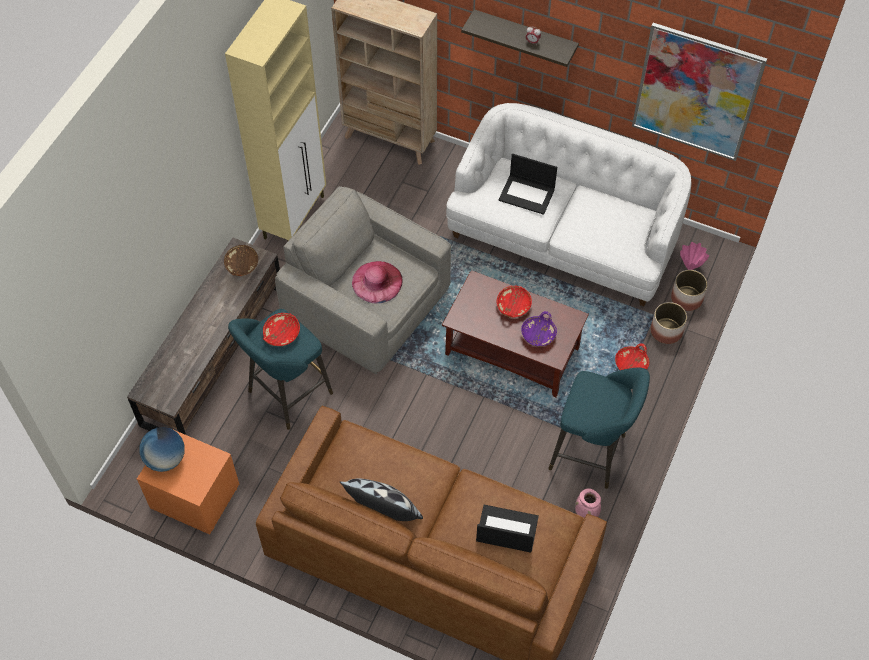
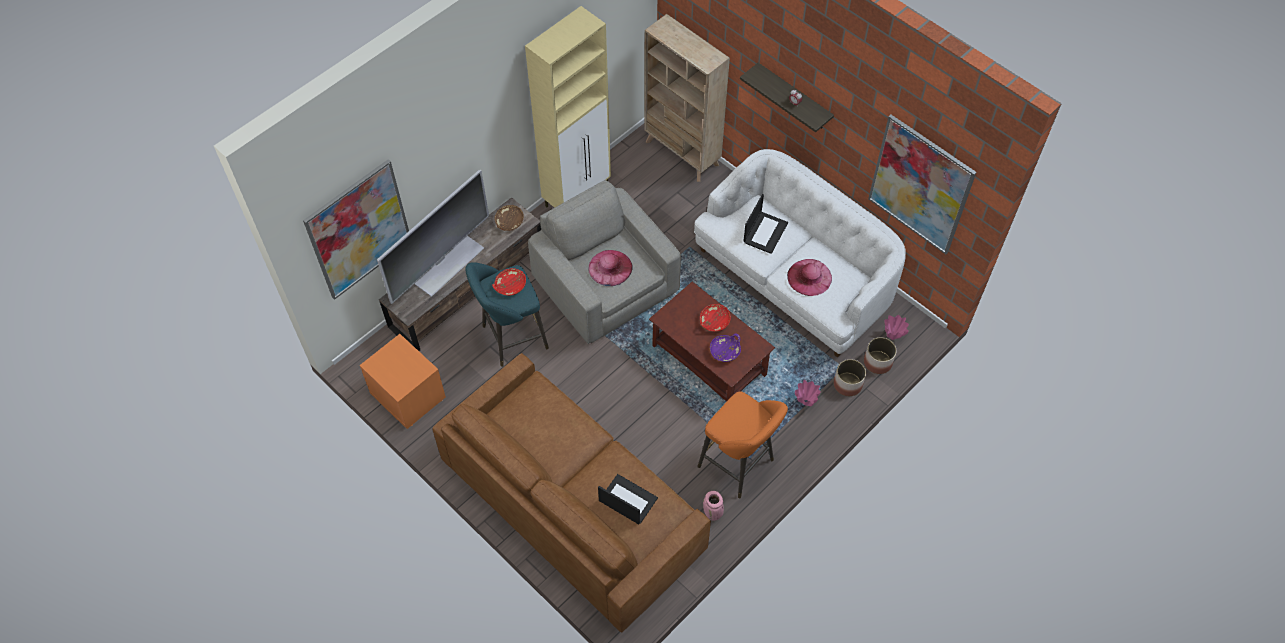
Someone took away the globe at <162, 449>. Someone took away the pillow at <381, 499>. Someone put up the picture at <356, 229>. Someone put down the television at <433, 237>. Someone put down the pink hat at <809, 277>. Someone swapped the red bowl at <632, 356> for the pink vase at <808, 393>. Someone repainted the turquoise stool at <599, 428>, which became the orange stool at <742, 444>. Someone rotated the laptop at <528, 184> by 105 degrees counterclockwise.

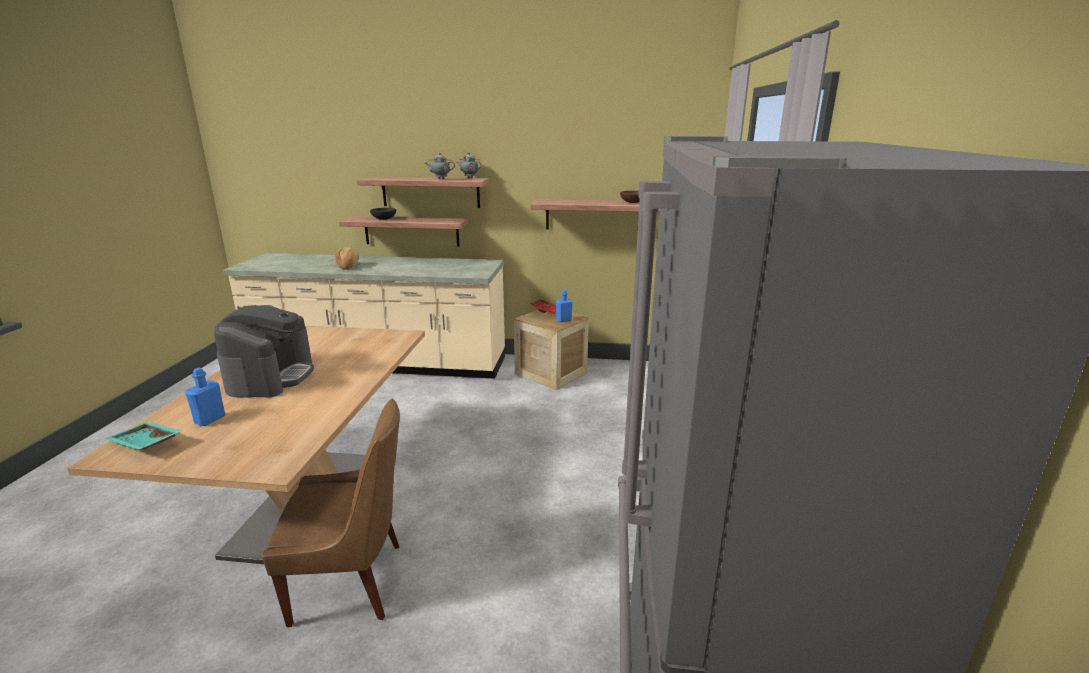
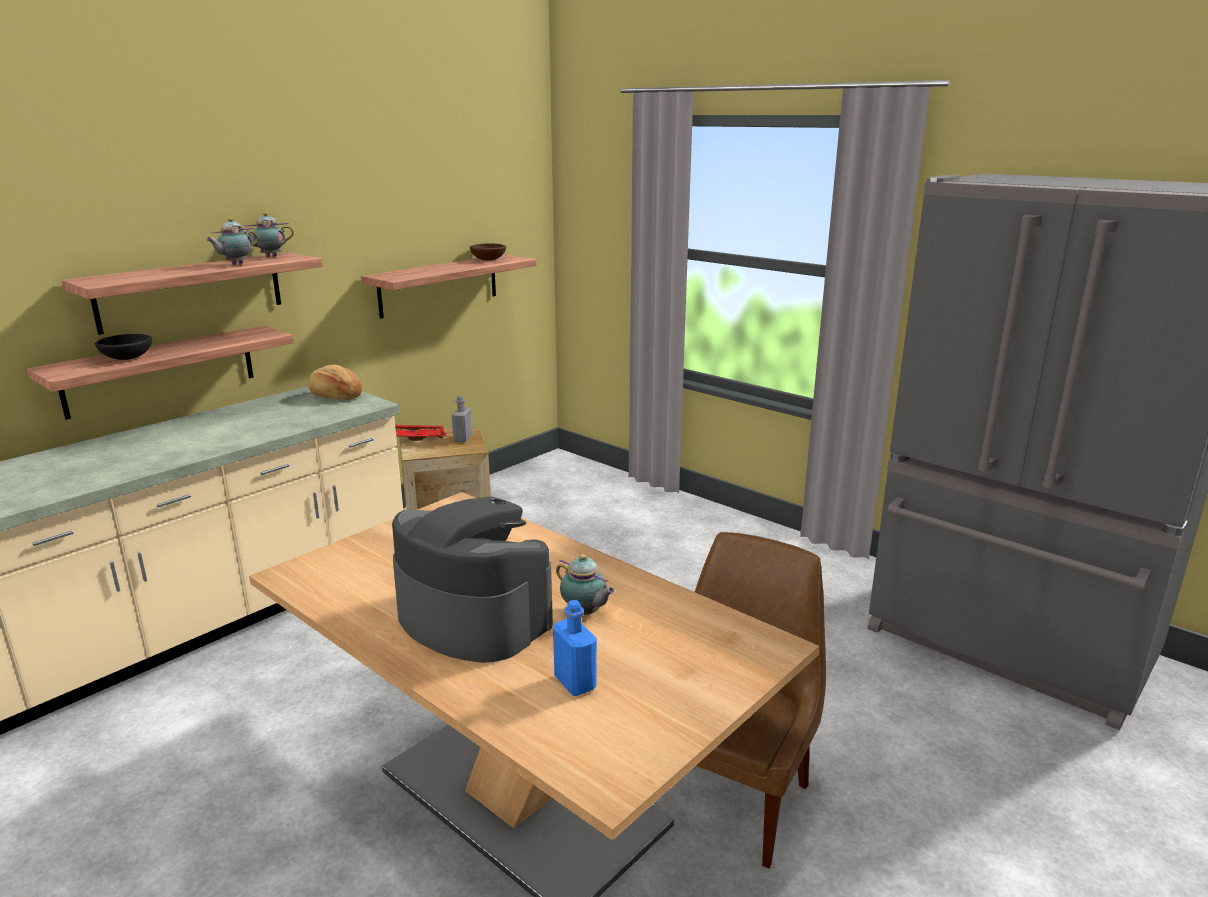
Someone took away the turquoise tray at <143, 436>. Someone put down the teapot at <585, 584>. Someone carried the bread from <346, 259> to <335, 382>. Someone repainted the blue bottle at <564, 306>, which became the grey bottle at <461, 419>.

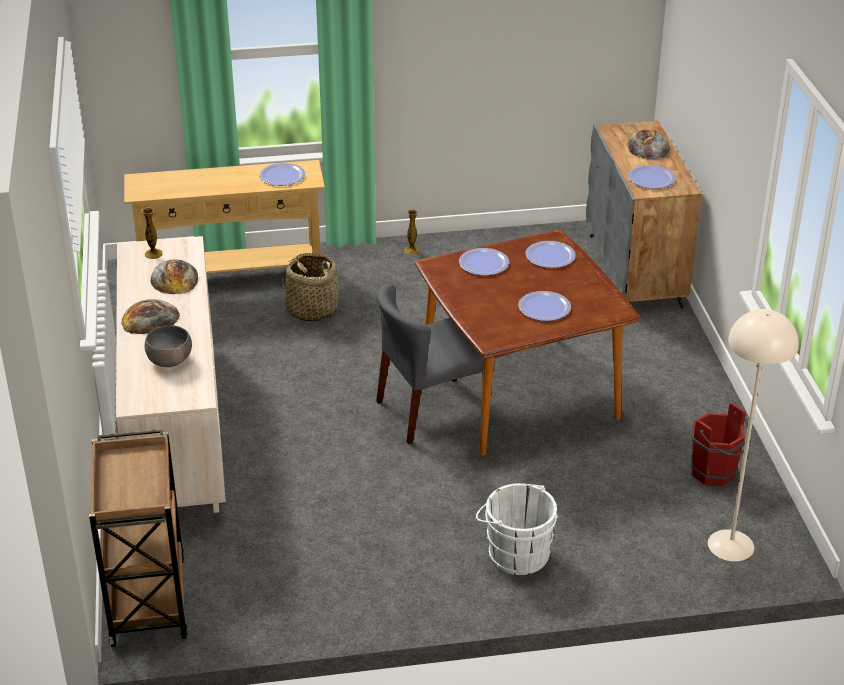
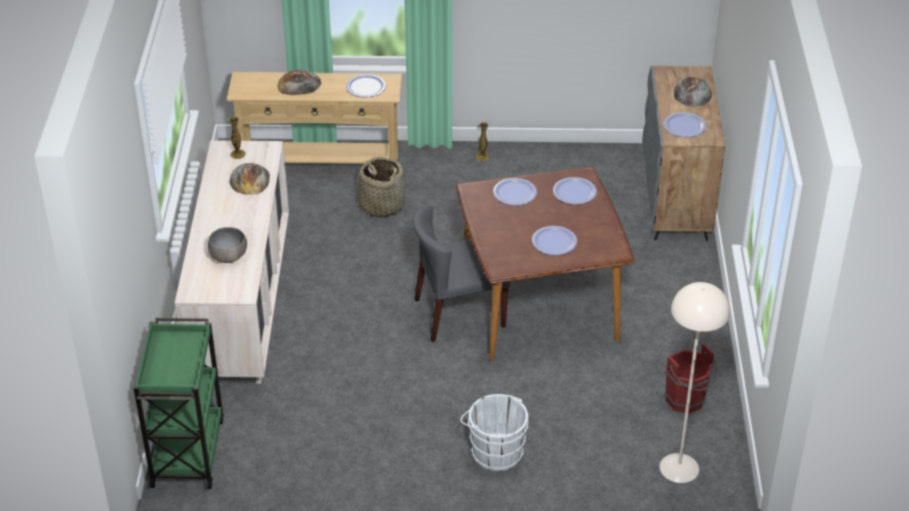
Someone carried the bread from <150, 316> to <299, 82>. Someone repainted the brown cart at <138, 538>, which became the green cart at <179, 403>.

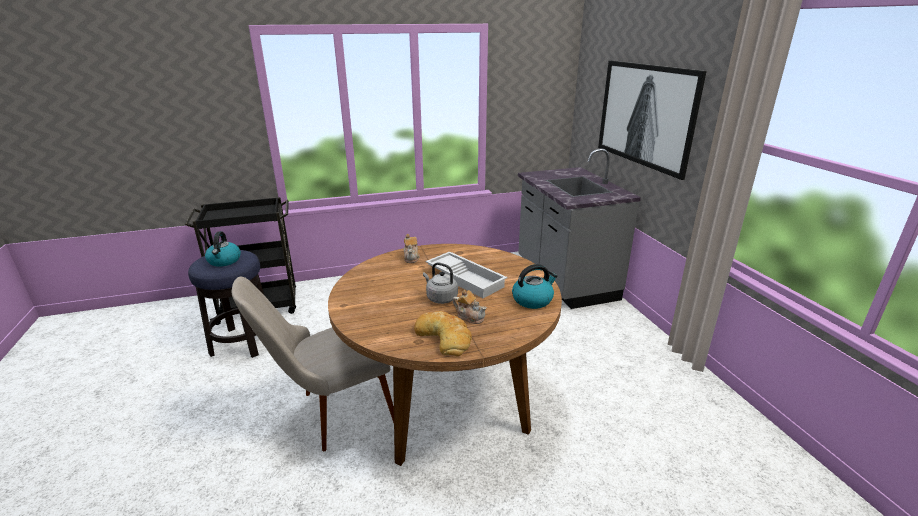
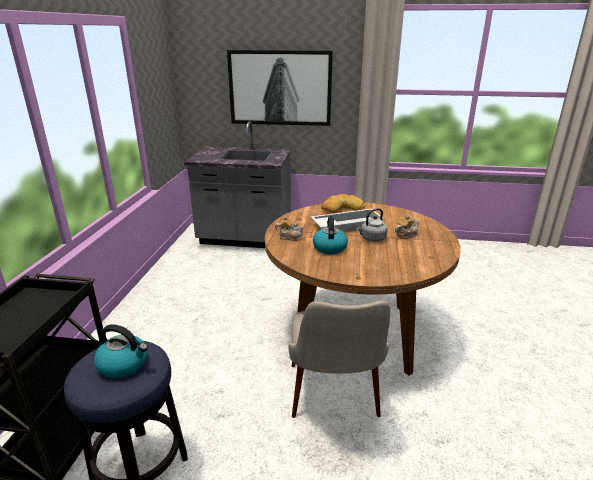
Someone carried the bread from <443, 333> to <343, 203>. Someone carried the kettle from <535, 286> to <330, 235>.

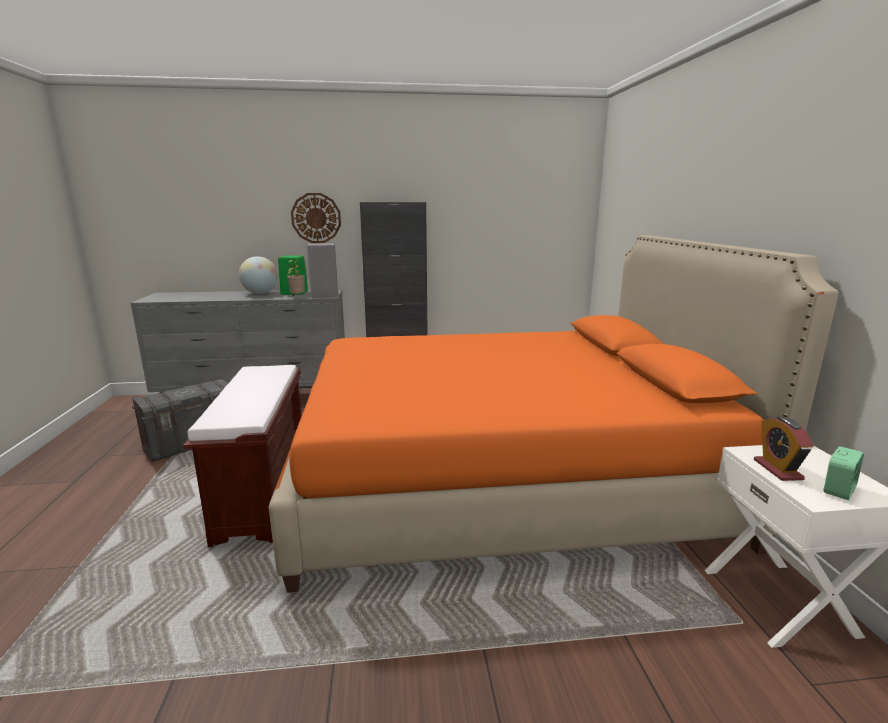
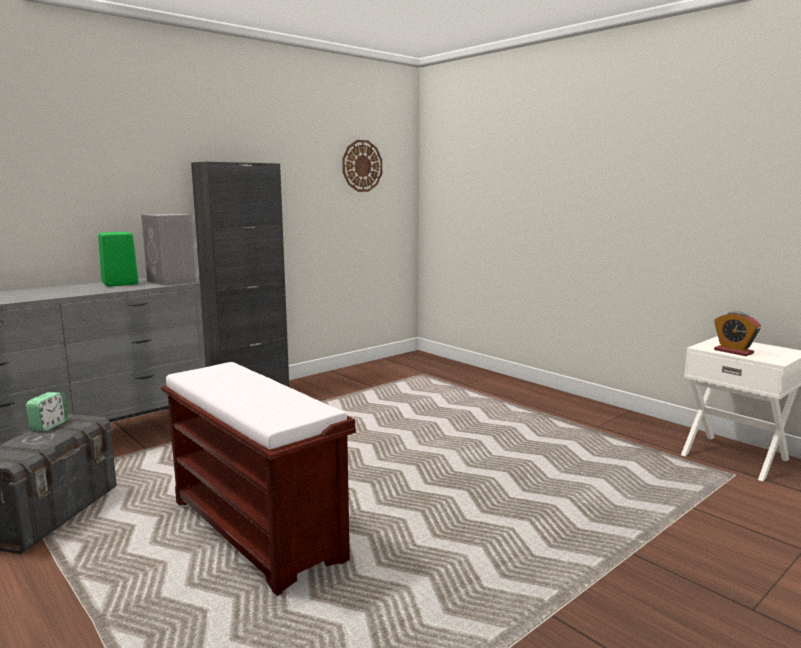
Someone took away the globe at <258, 275>. Someone took away the orange bed at <554, 414>. Someone took away the potted plant at <296, 277>. Someone carried the wall clock from <316, 218> to <362, 166>. Someone carried the alarm clock from <843, 473> to <47, 411>.

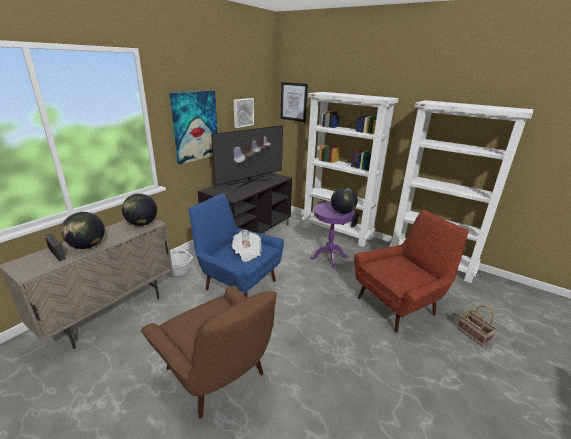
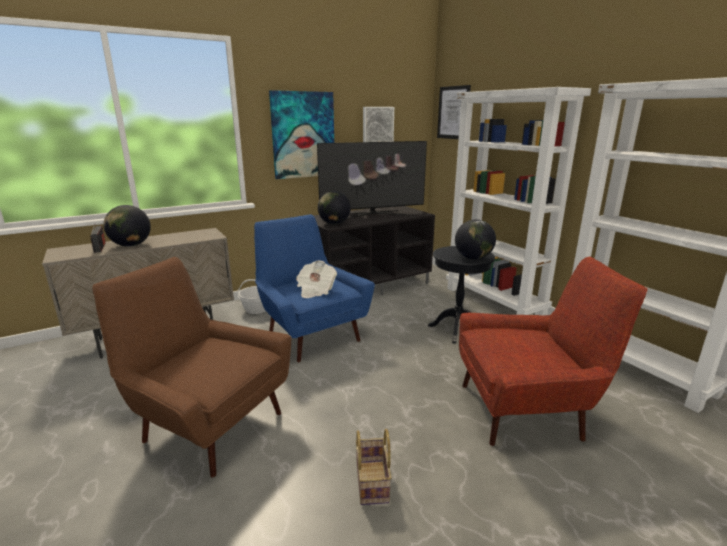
Someone carried the globe from <139, 209> to <334, 207>. Someone carried the basket from <477, 326> to <374, 467>. Someone repainted the purple side table at <332, 235>, which became the black side table at <461, 295>. Someone rotated the brown armchair at <209, 352> by 135 degrees clockwise.

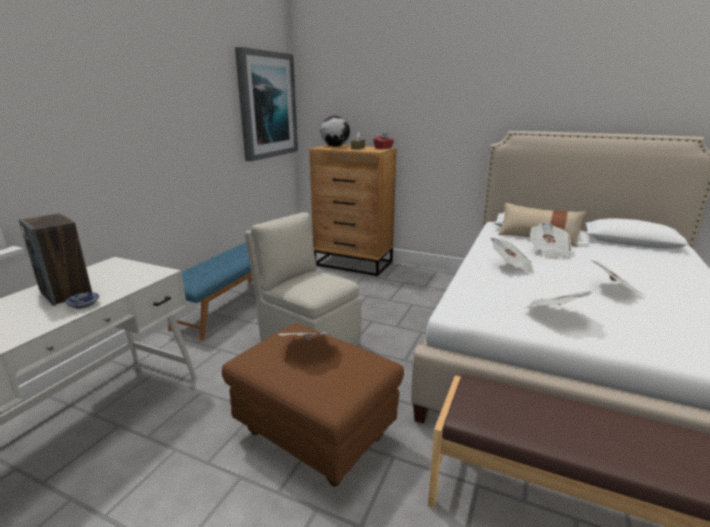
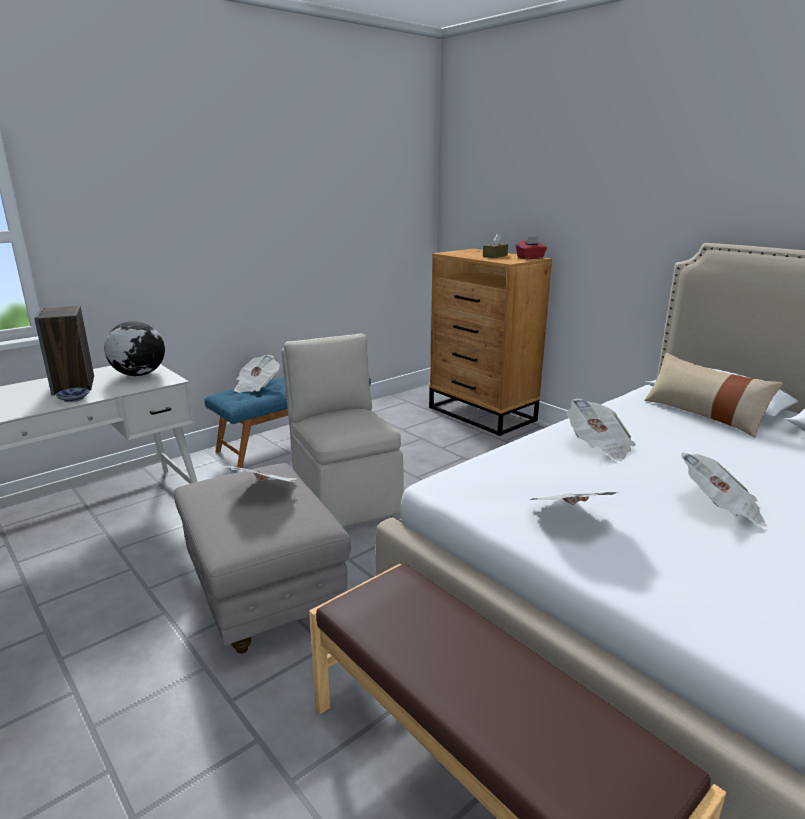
Someone took away the picture at <266, 104>. Someone carried the globe from <335, 131> to <134, 348>. Someone carried the newspaper from <550, 240> to <257, 373>. Someone repainted the brown ottoman at <313, 405>, which became the grey ottoman at <262, 558>.

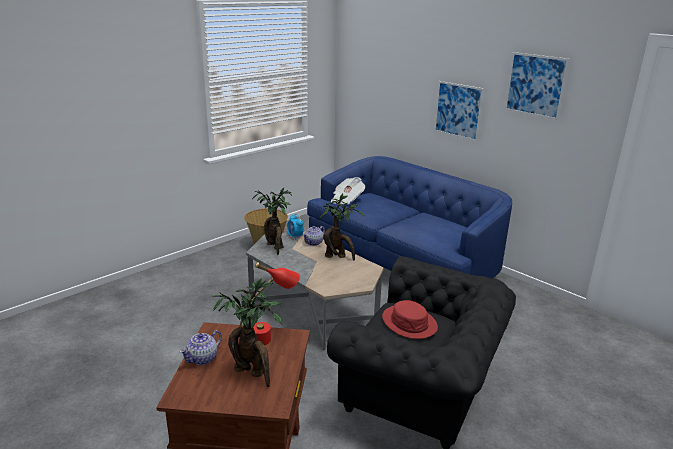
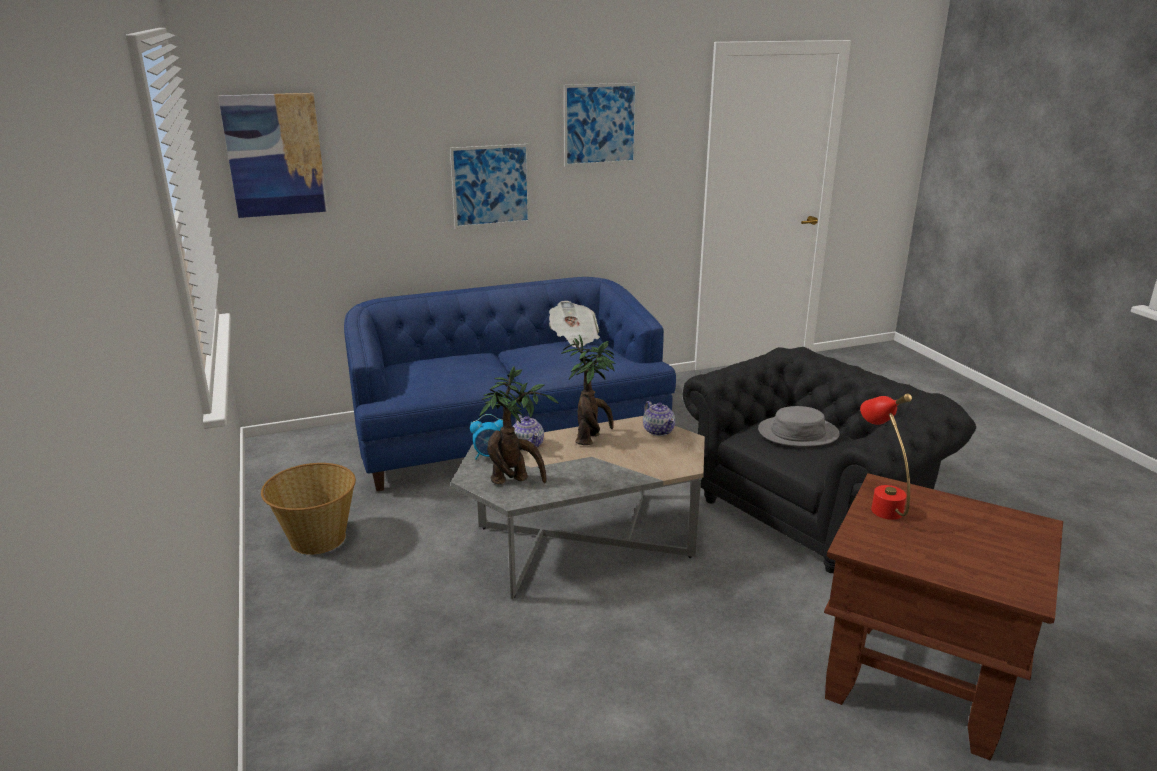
Someone took away the potted plant at <247, 332>. Someone put up the picture at <273, 155>. Someone carried the teapot from <200, 347> to <659, 418>. Someone carried the newspaper from <348, 190> to <574, 324>. Someone repainted the red hat at <410, 319>, which became the grey hat at <799, 426>.

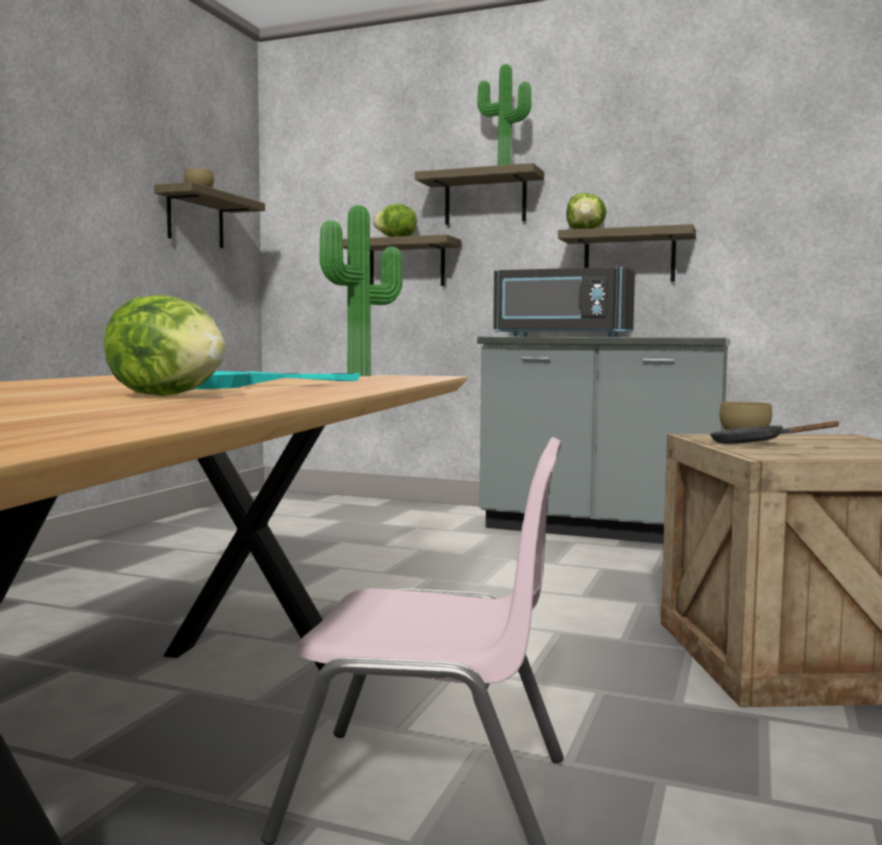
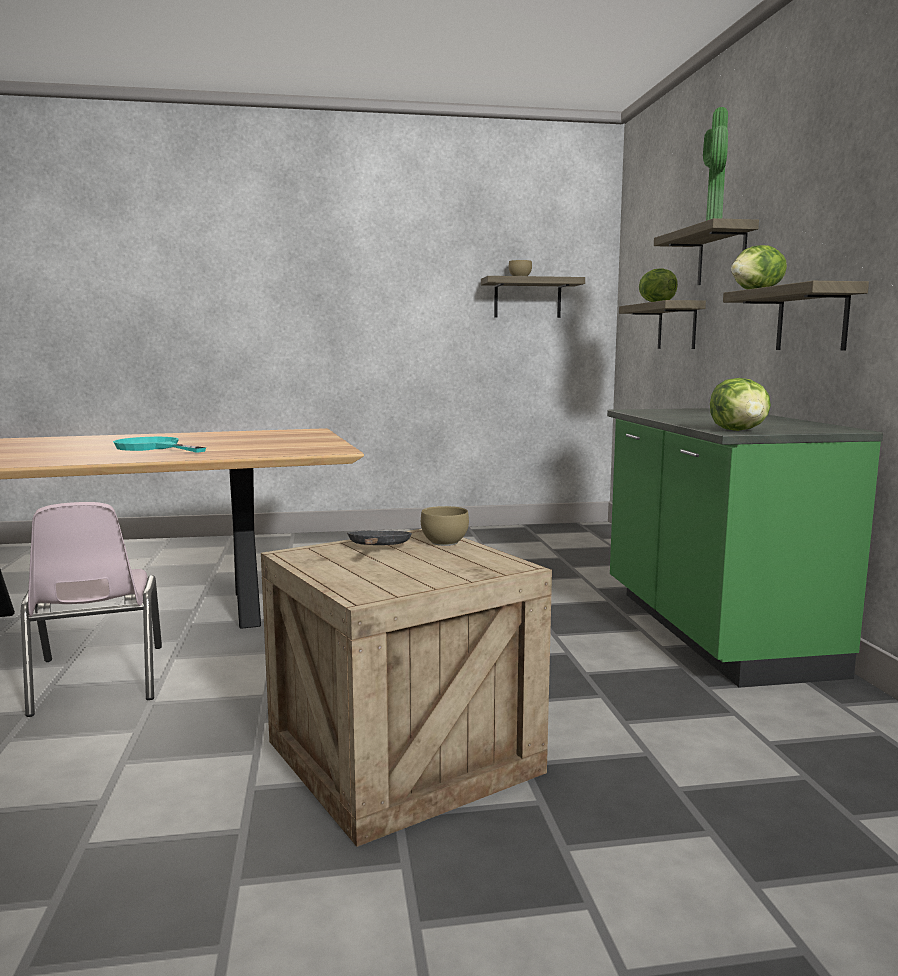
Someone took away the potted plant at <361, 290>. Someone took away the black microwave at <564, 302>. Someone carried the lettuce from <165, 345> to <740, 404>. Someone repainted the grey counter at <603, 440>, which became the green counter at <745, 548>.

